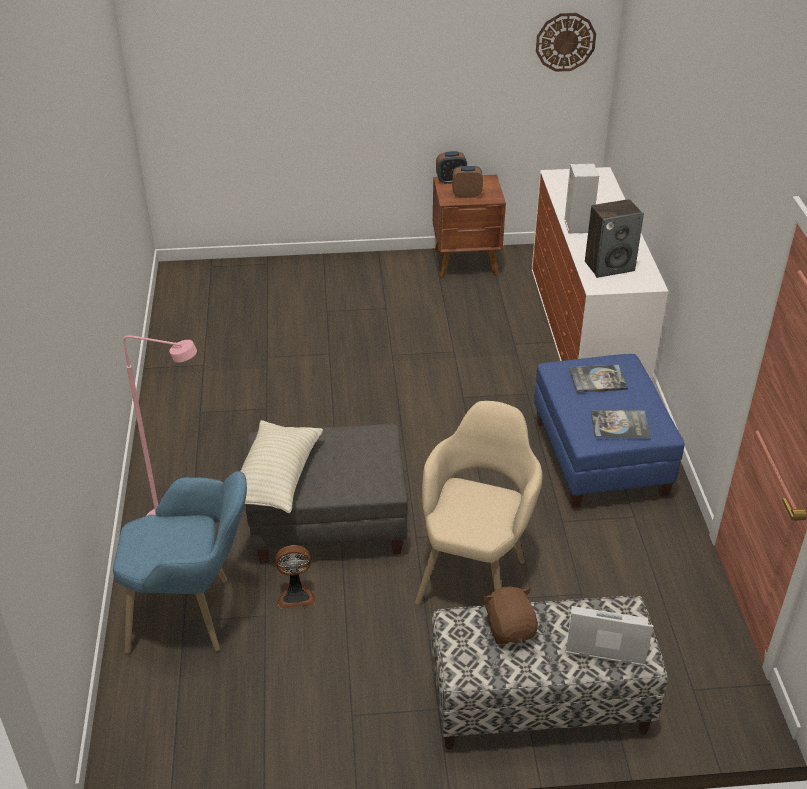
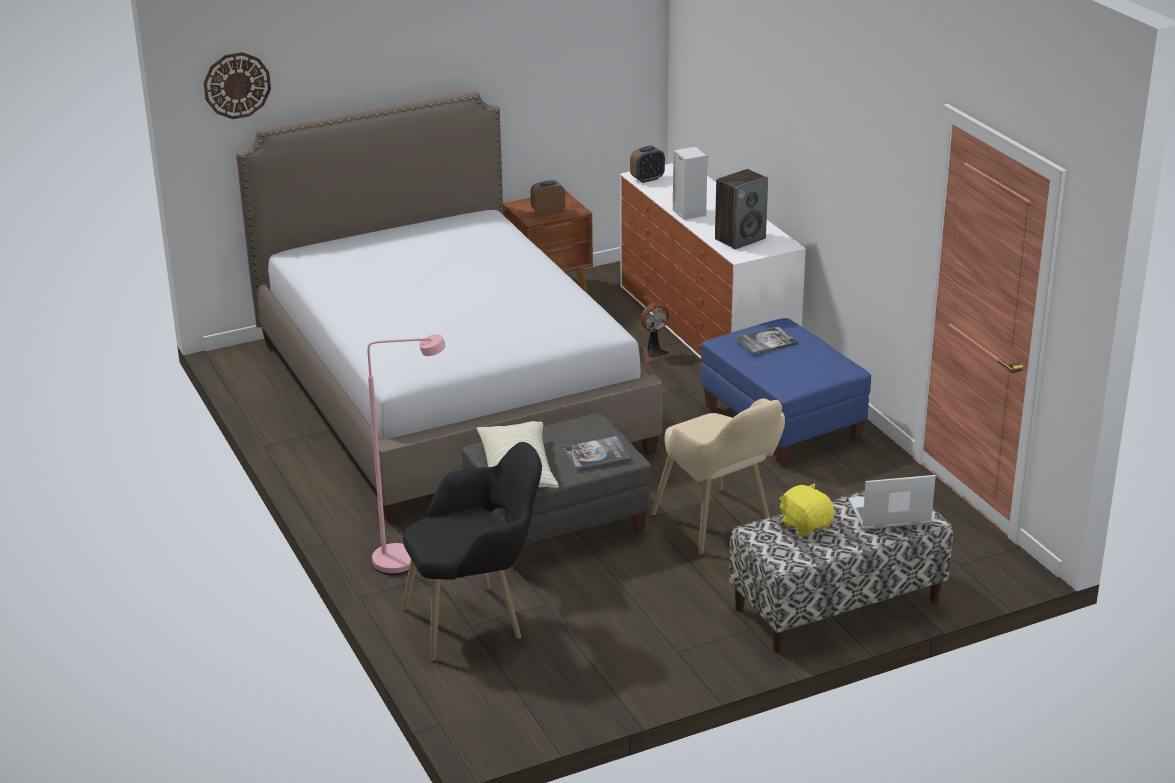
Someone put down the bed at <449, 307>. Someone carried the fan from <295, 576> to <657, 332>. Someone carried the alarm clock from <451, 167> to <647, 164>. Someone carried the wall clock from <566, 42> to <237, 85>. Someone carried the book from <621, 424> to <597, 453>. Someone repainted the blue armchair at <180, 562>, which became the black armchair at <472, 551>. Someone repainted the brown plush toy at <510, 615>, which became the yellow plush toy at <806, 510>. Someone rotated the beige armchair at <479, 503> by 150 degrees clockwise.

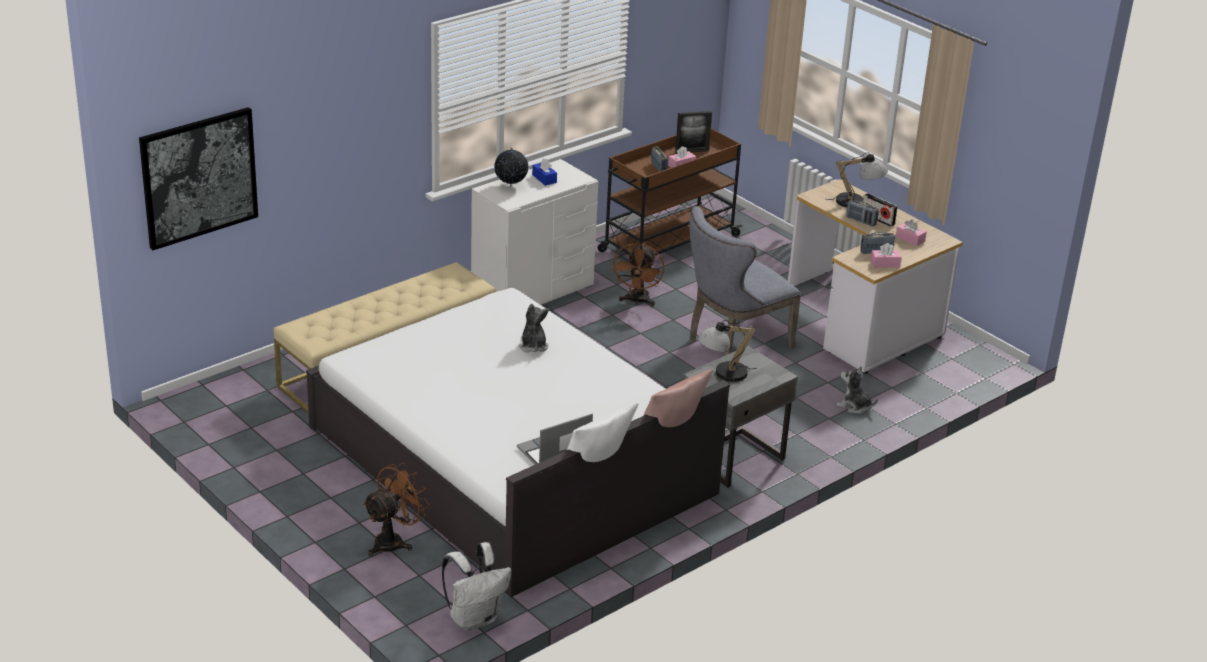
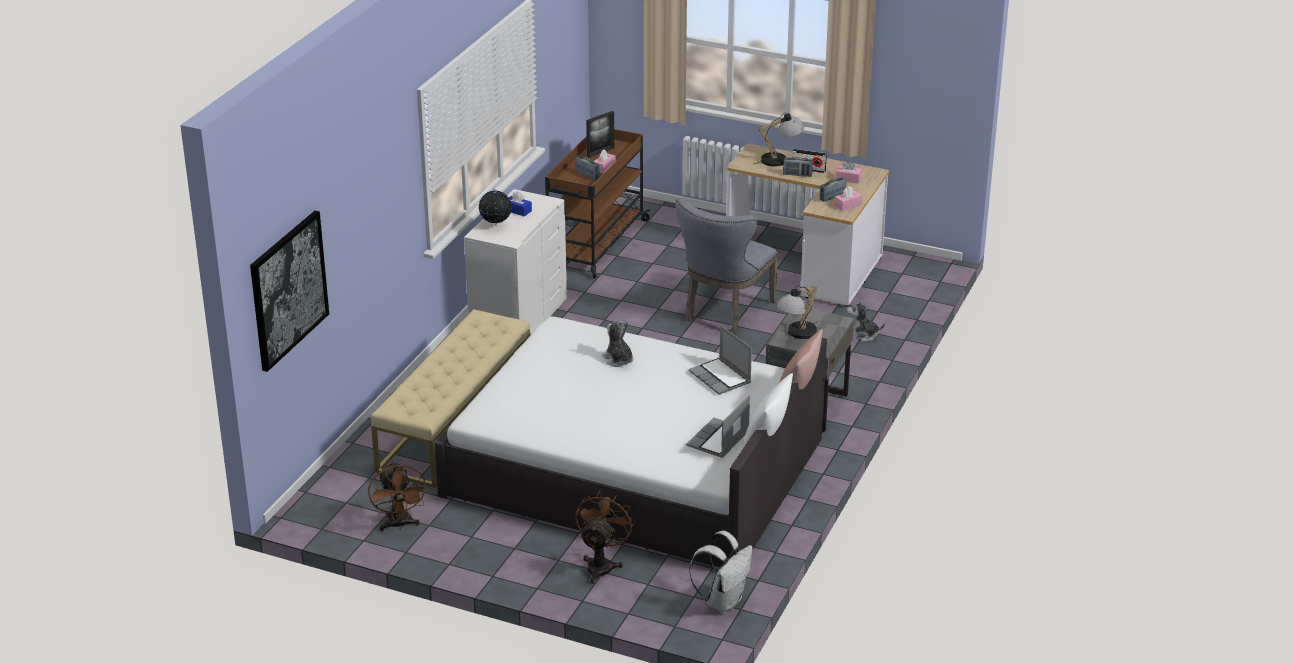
Someone put down the laptop at <720, 360>. Someone carried the brown fan from <637, 274> to <398, 496>.

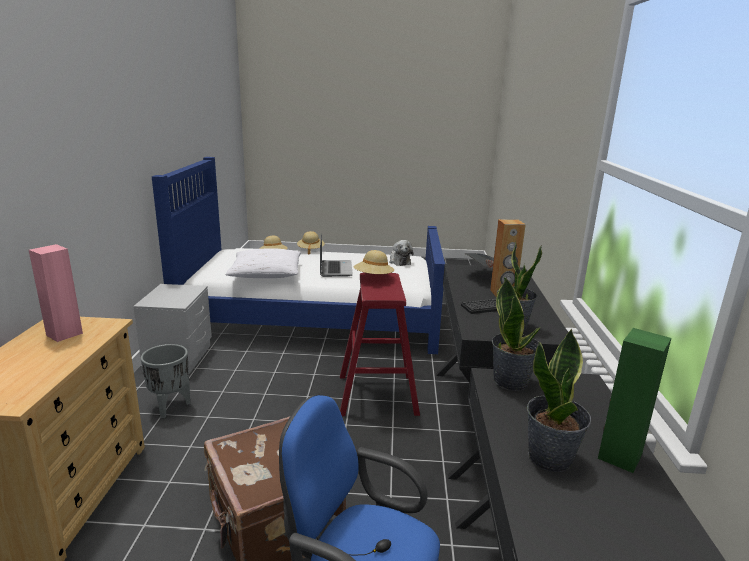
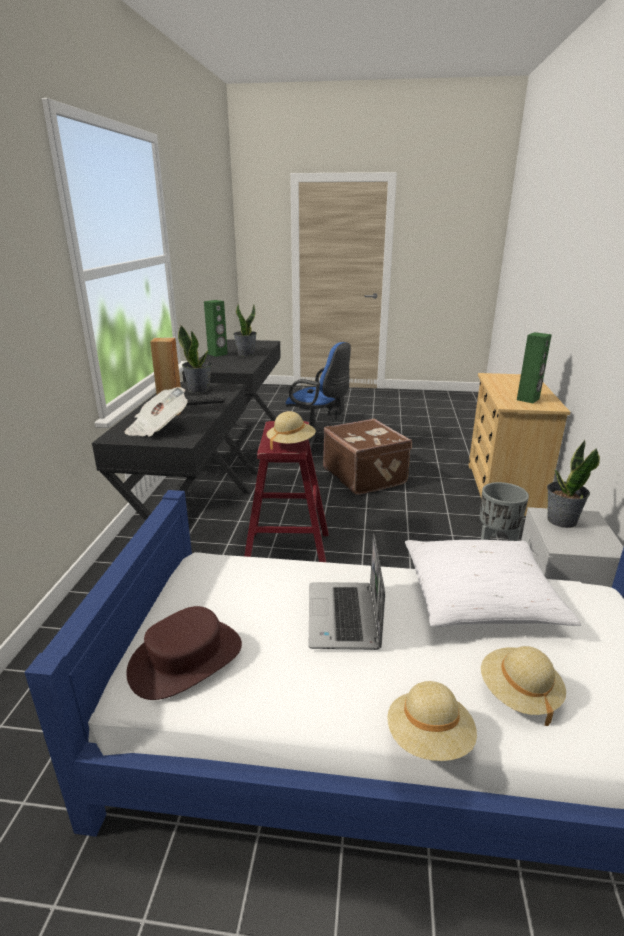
Someone carried the potted plant from <516, 334> to <573, 484>. Someone swapped the plush toy at <401, 253> for the brown hat at <184, 653>. Someone repainted the pink speaker at <56, 293>, which became the green speaker at <534, 367>.

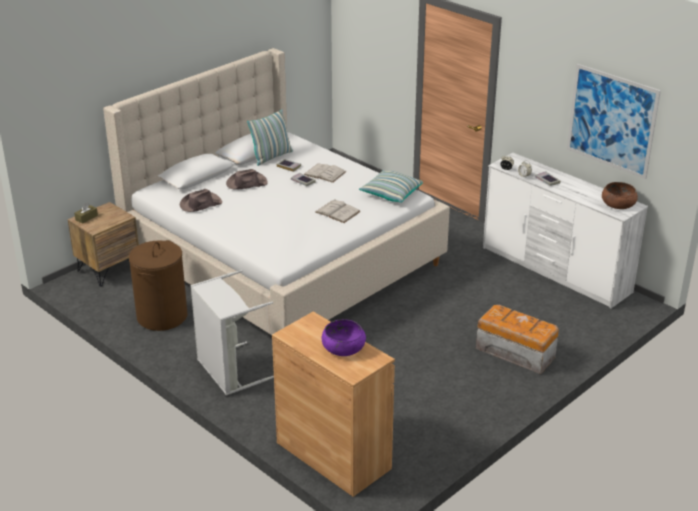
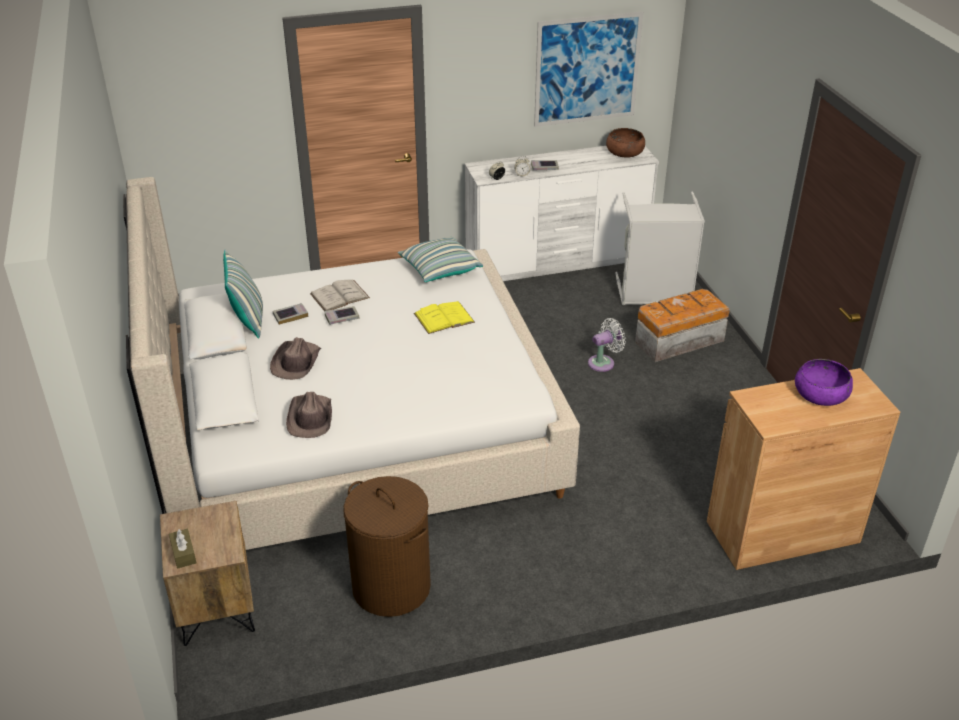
Someone put down the white fan at <607, 345>. Someone carried the grey laundry basket from <232, 333> to <660, 248>. Someone repainted the white book at <338, 211>, which became the yellow book at <444, 317>.

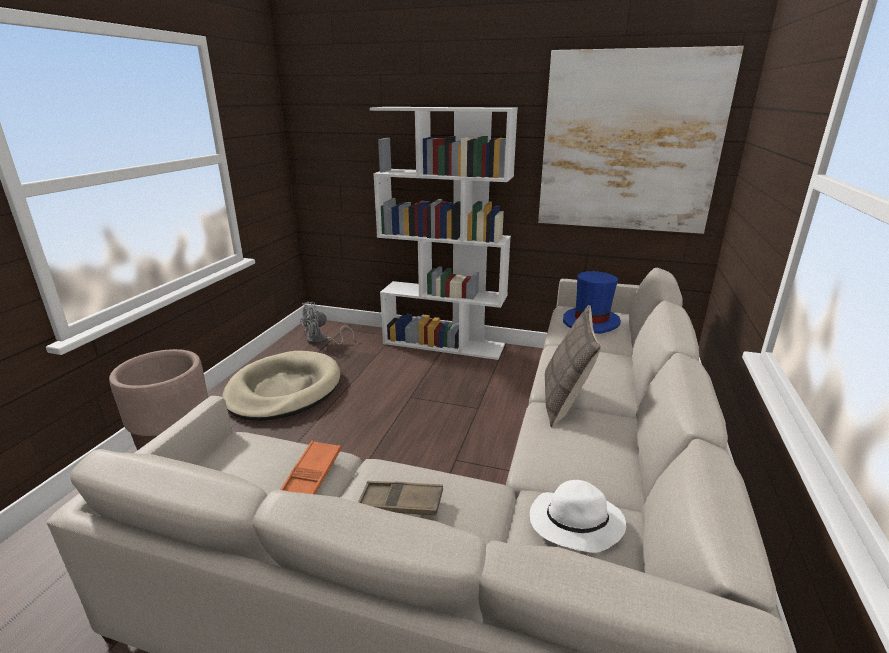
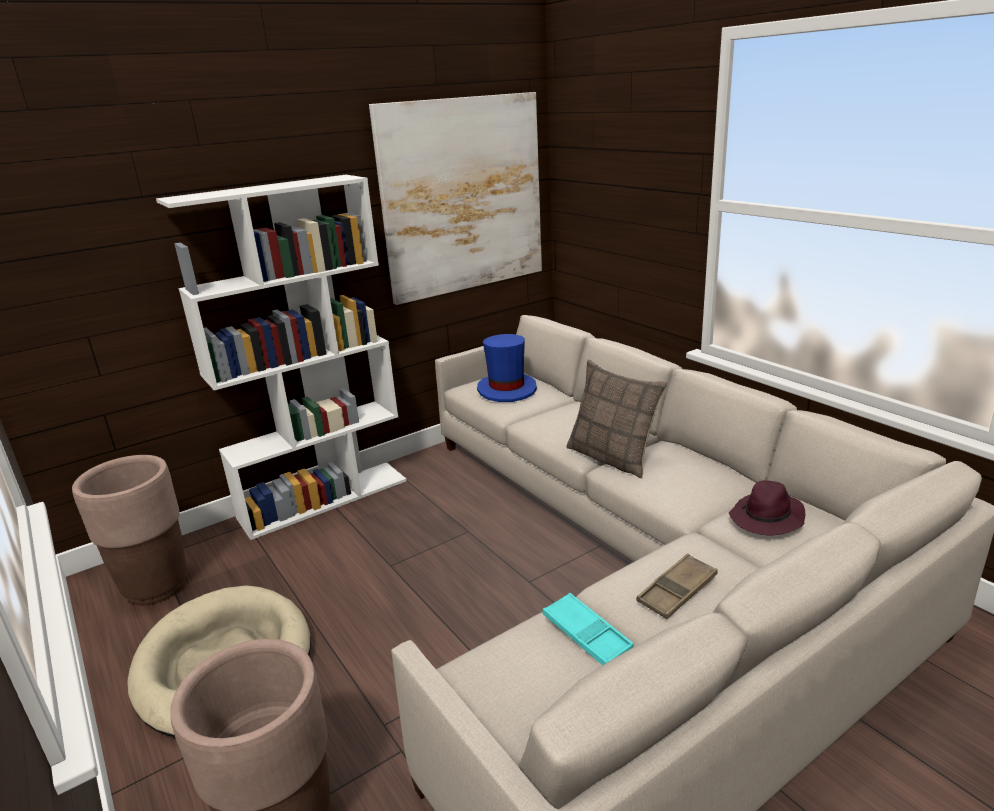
Someone swapped the grey fan at <327, 323> for the brown planter at <129, 530>. Someone repainted the orange tray at <310, 467>, which became the turquoise tray at <588, 629>. Someone repainted the white hat at <578, 516>, which became the purple hat at <767, 507>.

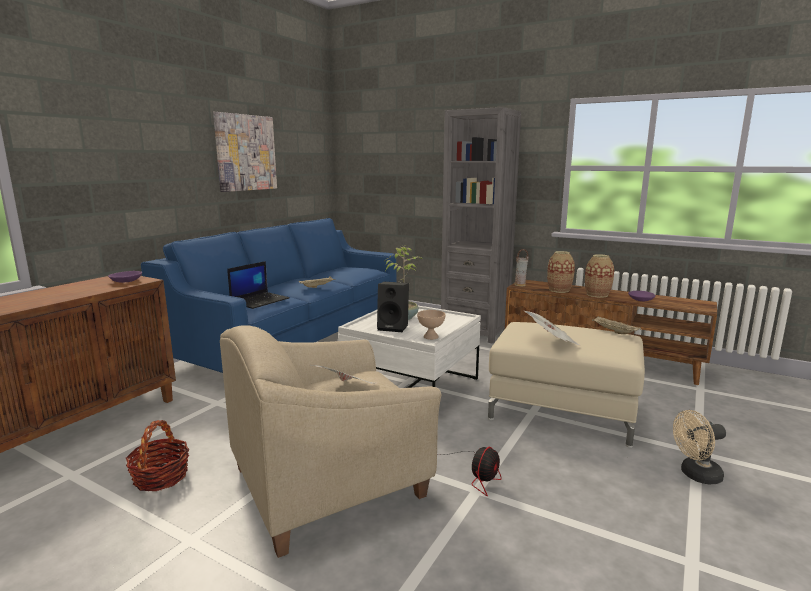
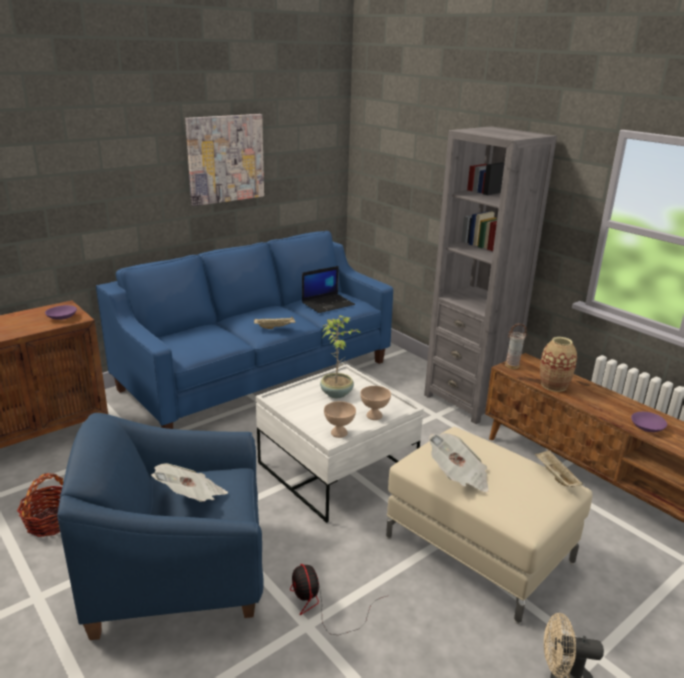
Someone took away the black speaker at <393, 307>. Someone took away the vase at <599, 276>. Someone put down the beige bowl at <375, 403>. Someone carried the laptop from <258, 285> to <328, 289>. Someone repainted the beige armchair at <330, 441>, which became the blue armchair at <160, 526>. Someone rotated the fan at <470, 471> by 105 degrees clockwise.

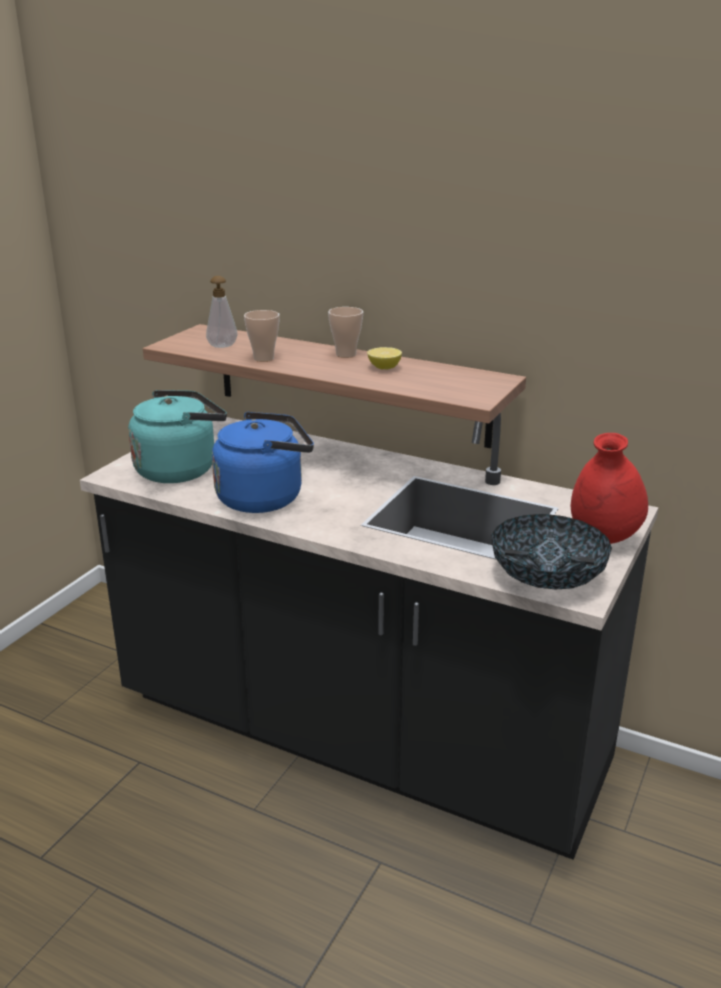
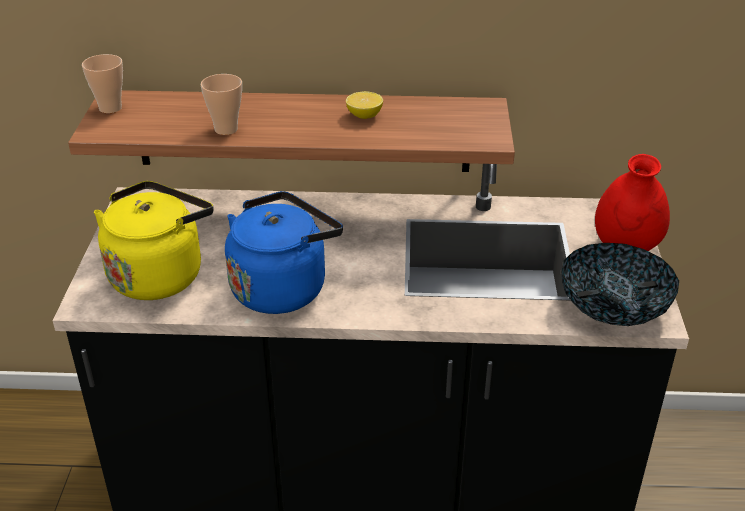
Someone took away the soap dispenser at <222, 312>. Someone carried the cup from <345, 332> to <102, 83>. Someone repainted the turquoise kettle at <177, 436>, which became the yellow kettle at <153, 240>.

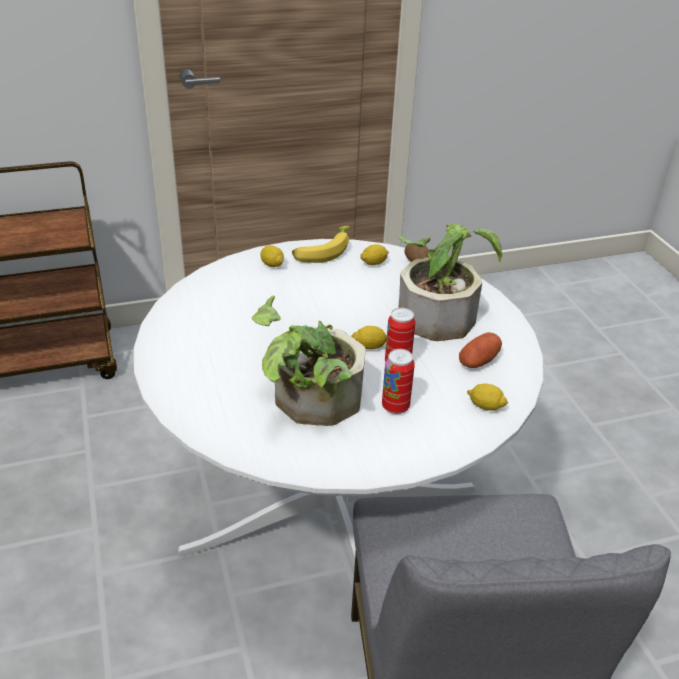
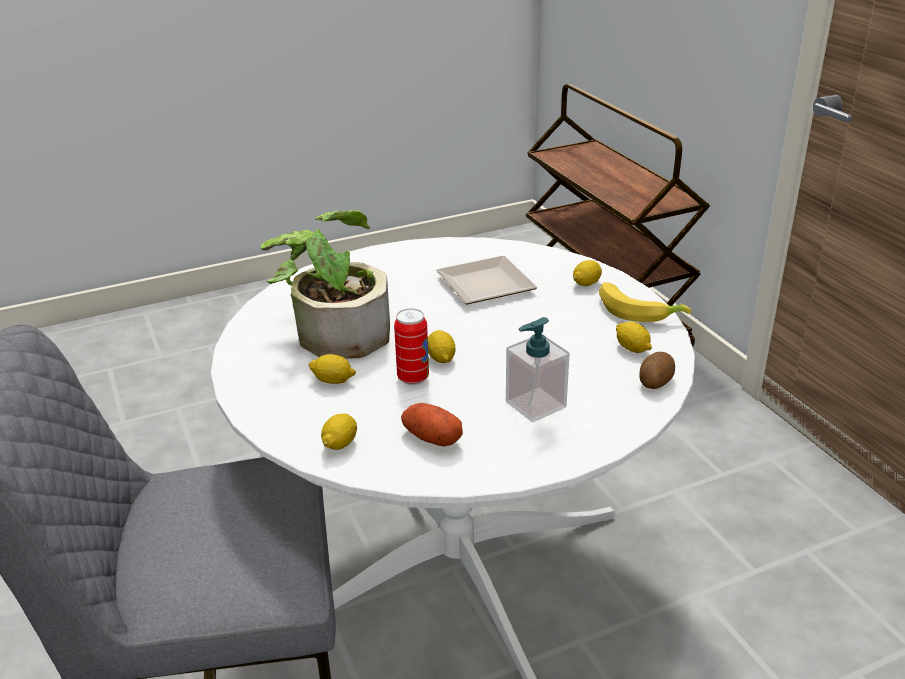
Someone put down the plate at <487, 280>. Someone swapped the can at <398, 381> for the lemon at <332, 369>. Someone swapped the potted plant at <450, 282> for the soap dispenser at <538, 369>.

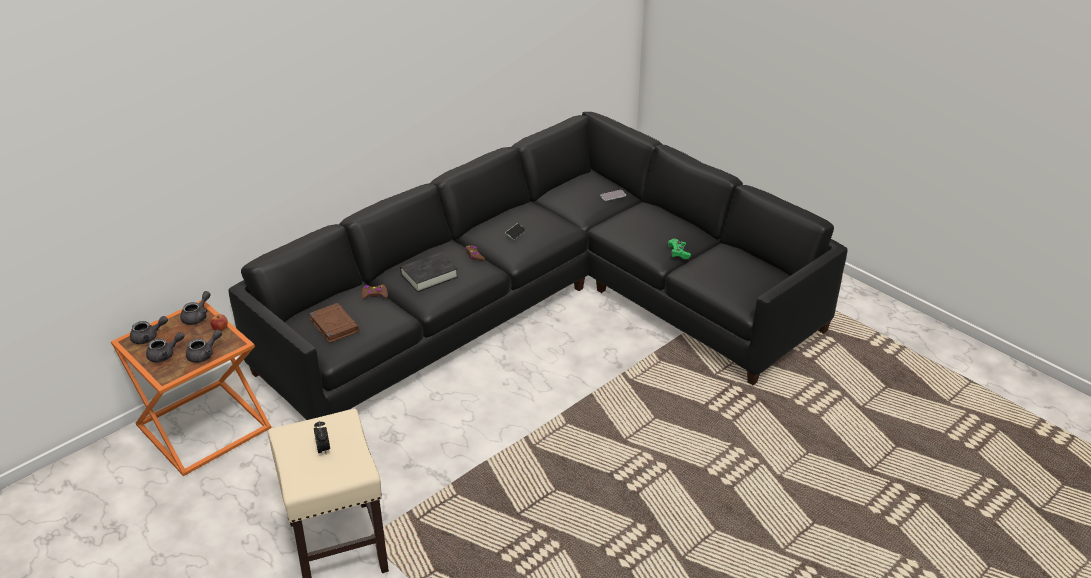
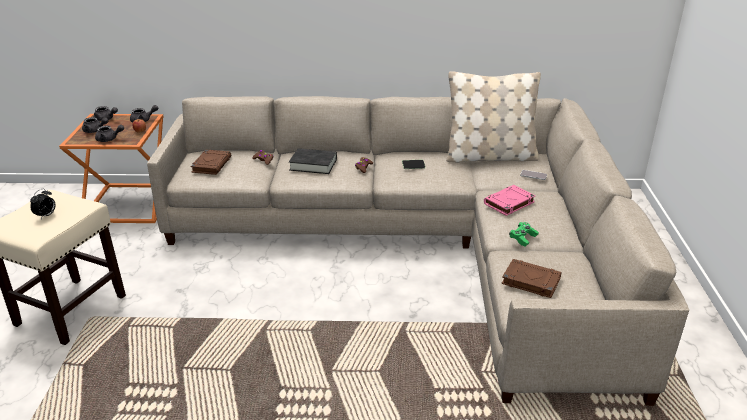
Someone put down the beige pillow at <493, 116>. Someone put down the pink book at <509, 200>. Someone put down the brown book at <532, 278>. Someone repainted the black sofa at <538, 266>, which became the beige sofa at <418, 251>.

